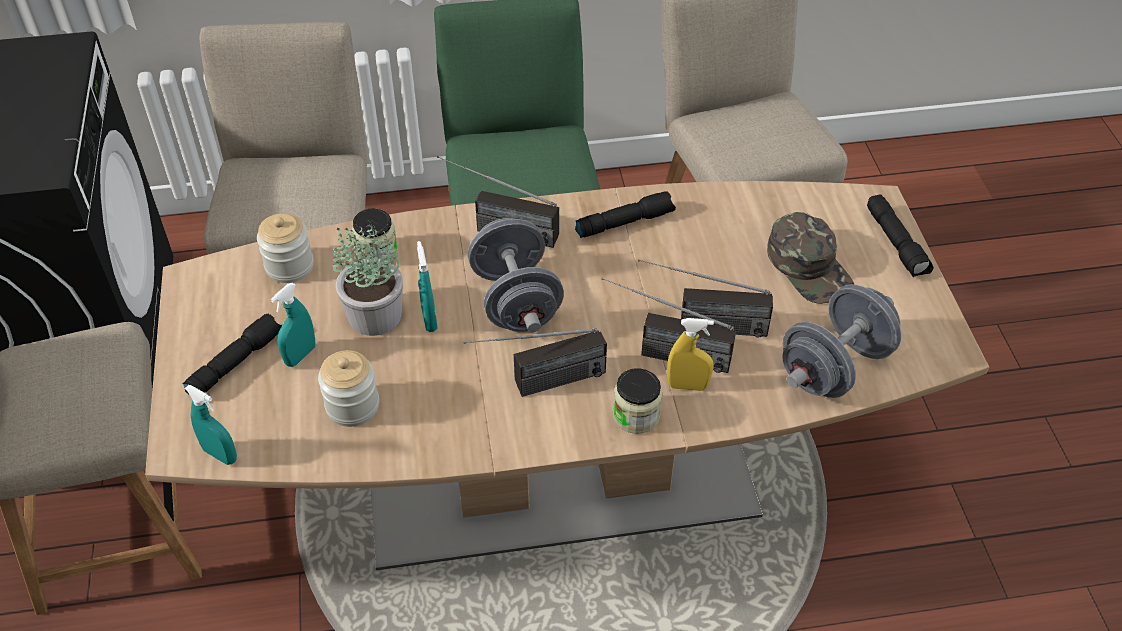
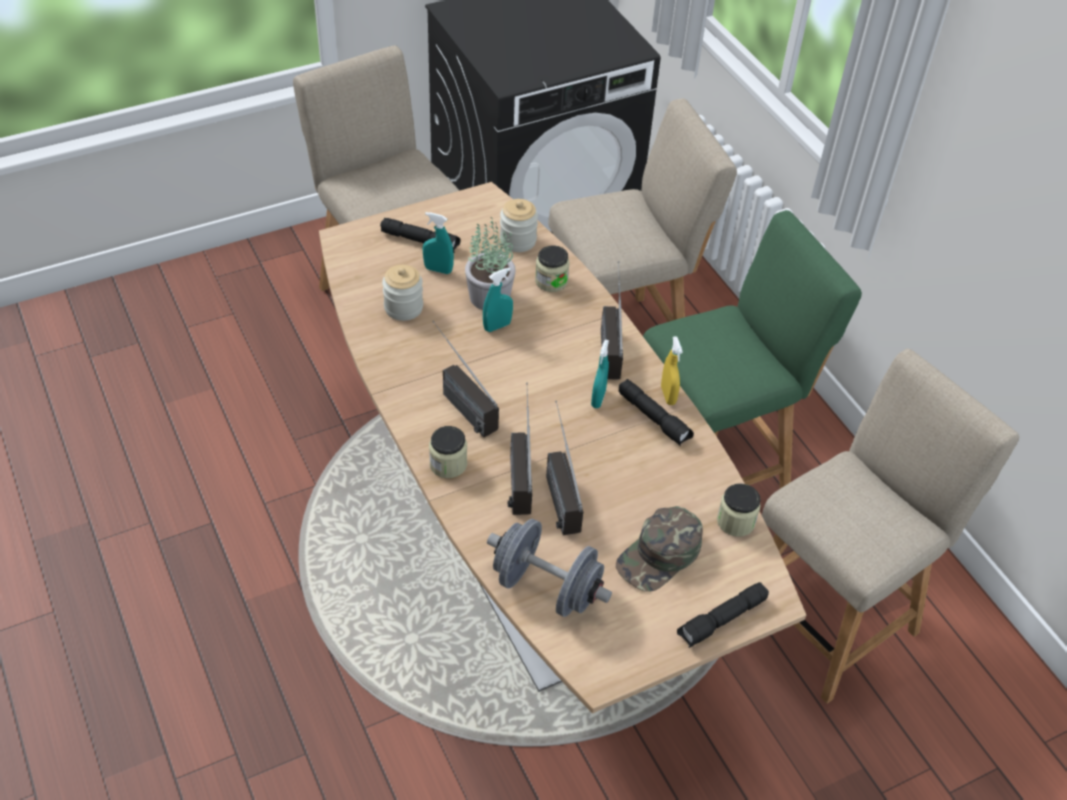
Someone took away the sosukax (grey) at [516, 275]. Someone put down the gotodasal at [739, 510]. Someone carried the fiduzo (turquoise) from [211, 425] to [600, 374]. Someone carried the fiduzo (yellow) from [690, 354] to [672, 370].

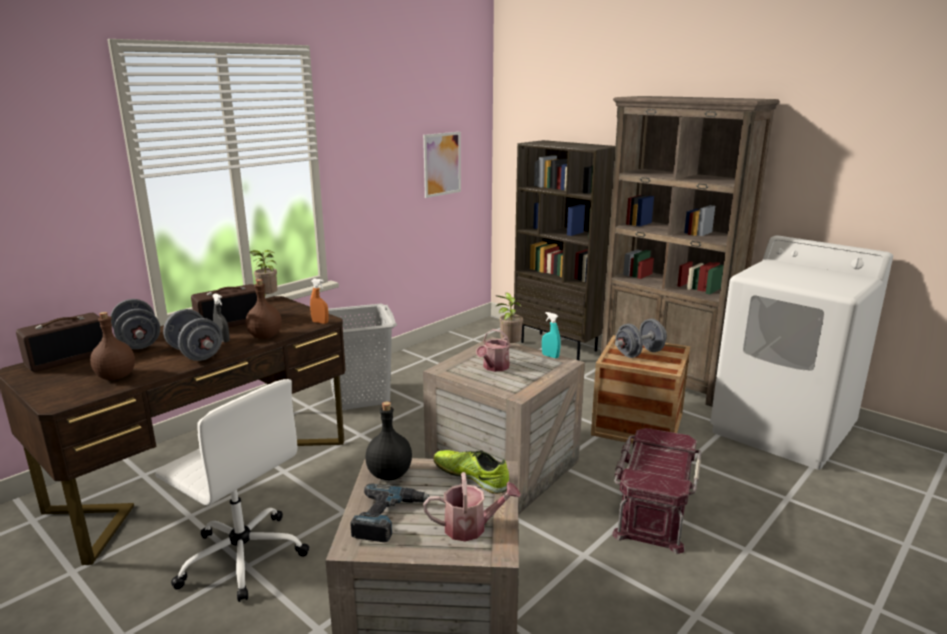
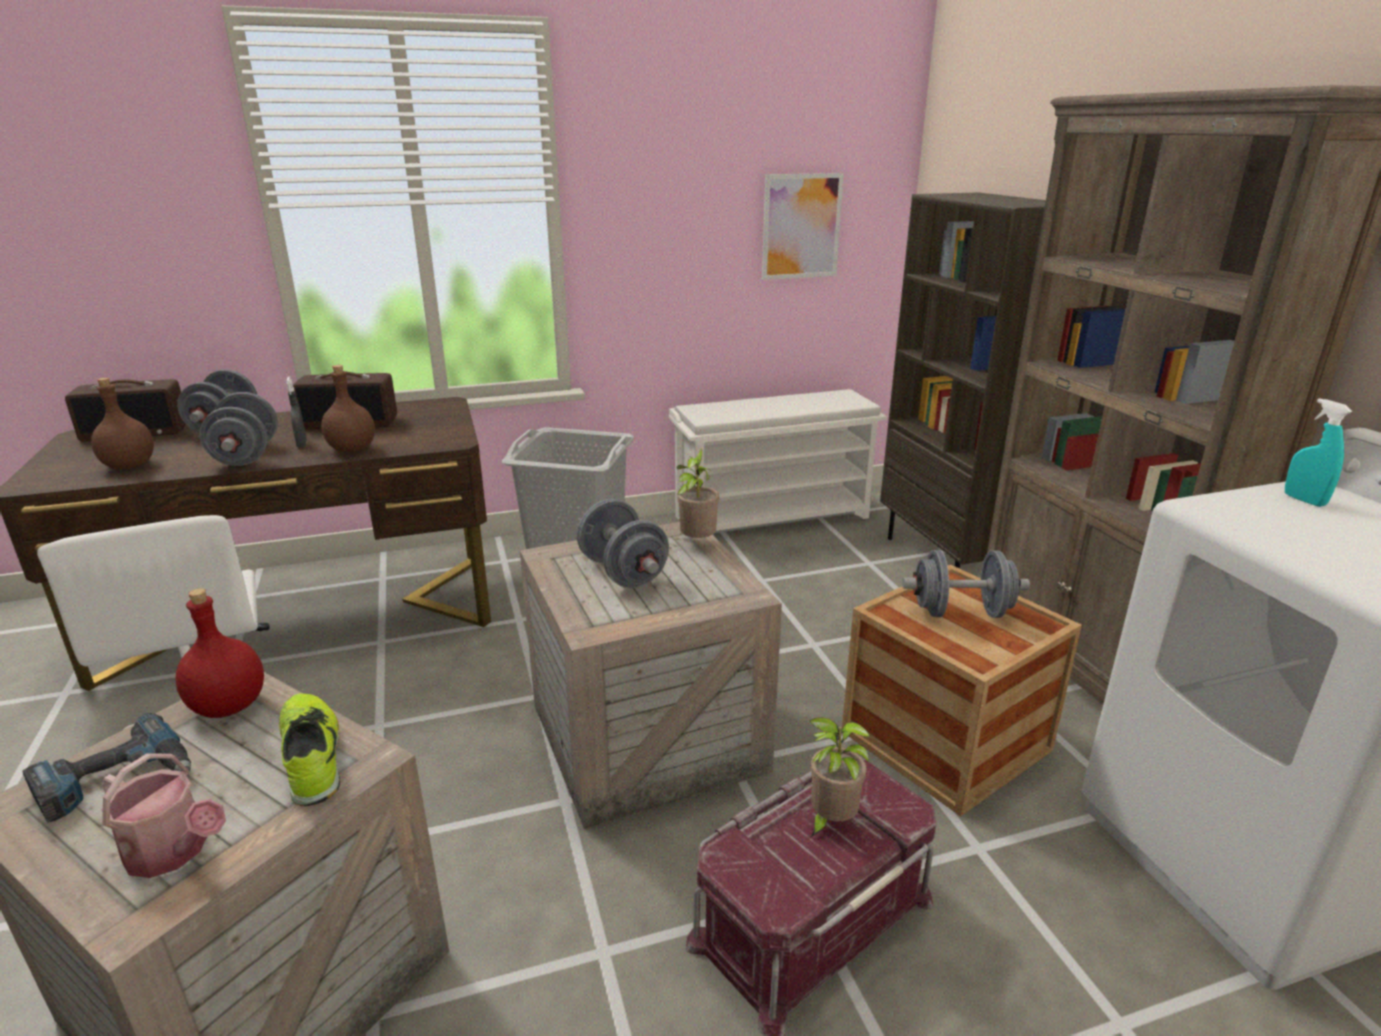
Someone took away the fiduzo (orange) at [319, 301]. Someone put down the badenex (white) at [777, 460]. Someone carried the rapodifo from [263, 272] to [839, 777]. Someone carried the fiduzo (turquoise) from [551, 335] to [1319, 452]. Someone swapped the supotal at [493, 350] for the sosukax (grey) at [623, 543]. Someone repainted the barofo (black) at [388, 441], which became the barofo (red) at [220, 653].

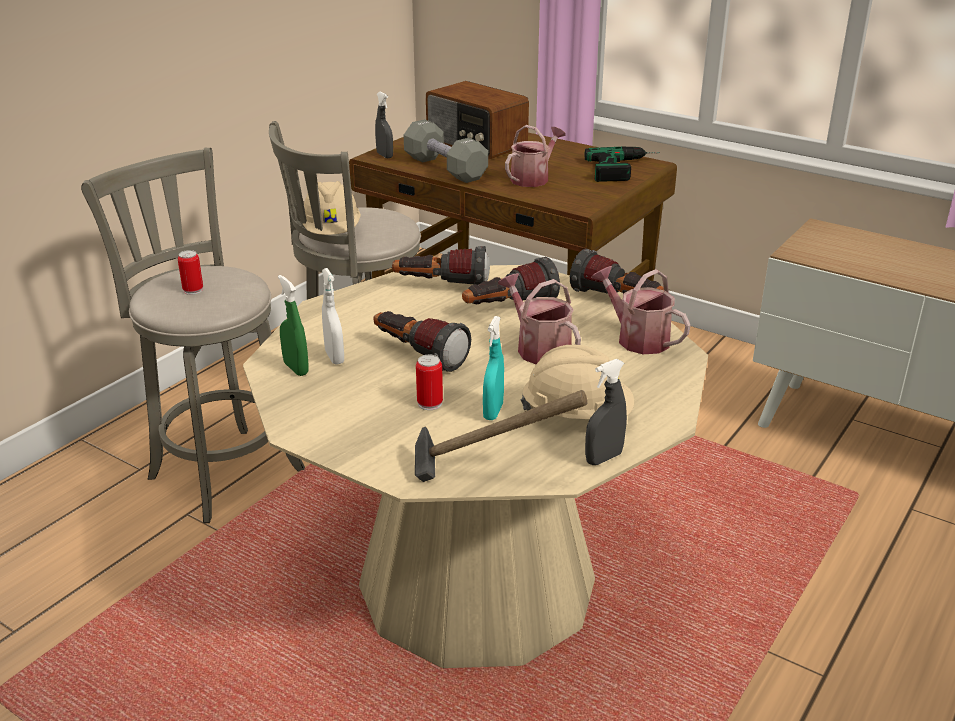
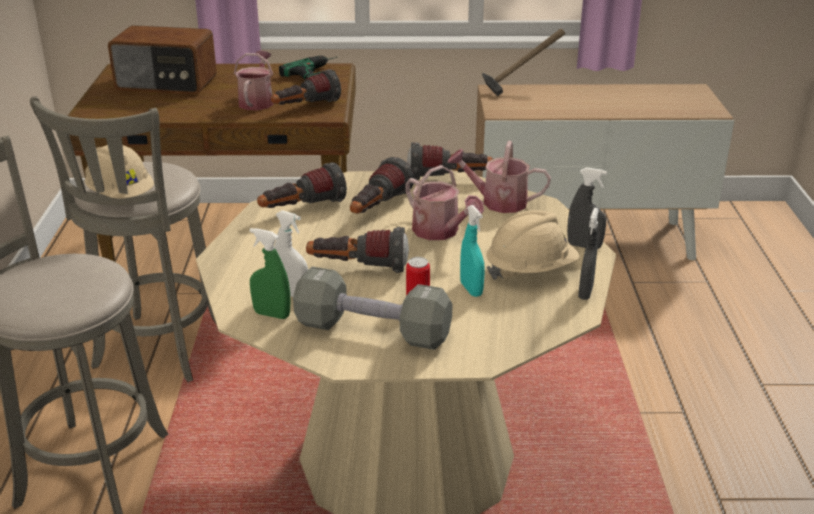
Someone took away the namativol at [190, 272]. Someone put down the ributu at [306, 87]. Someone carried the fiduzo (grey) from [384, 125] to [587, 208]. Someone carried the sosukax (grey) from [446, 151] to [372, 308]. Someone carried the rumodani from [501, 436] to [523, 62]. Someone rotated the supotal at [539, 318] by 150 degrees counterclockwise.

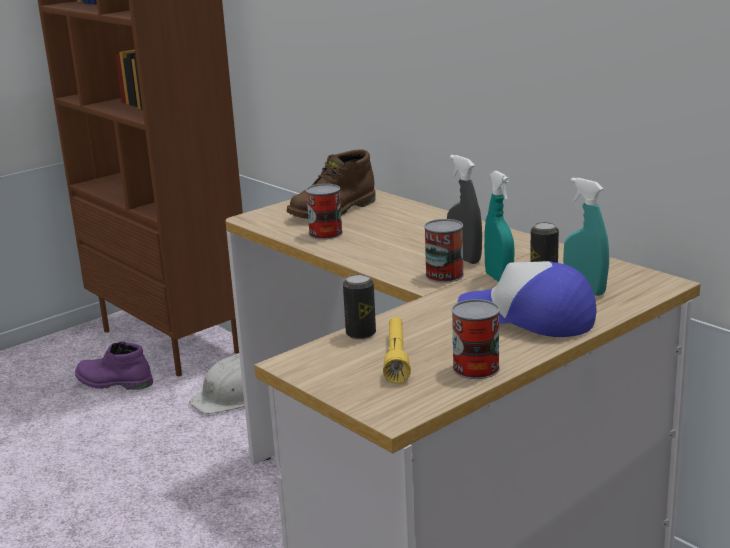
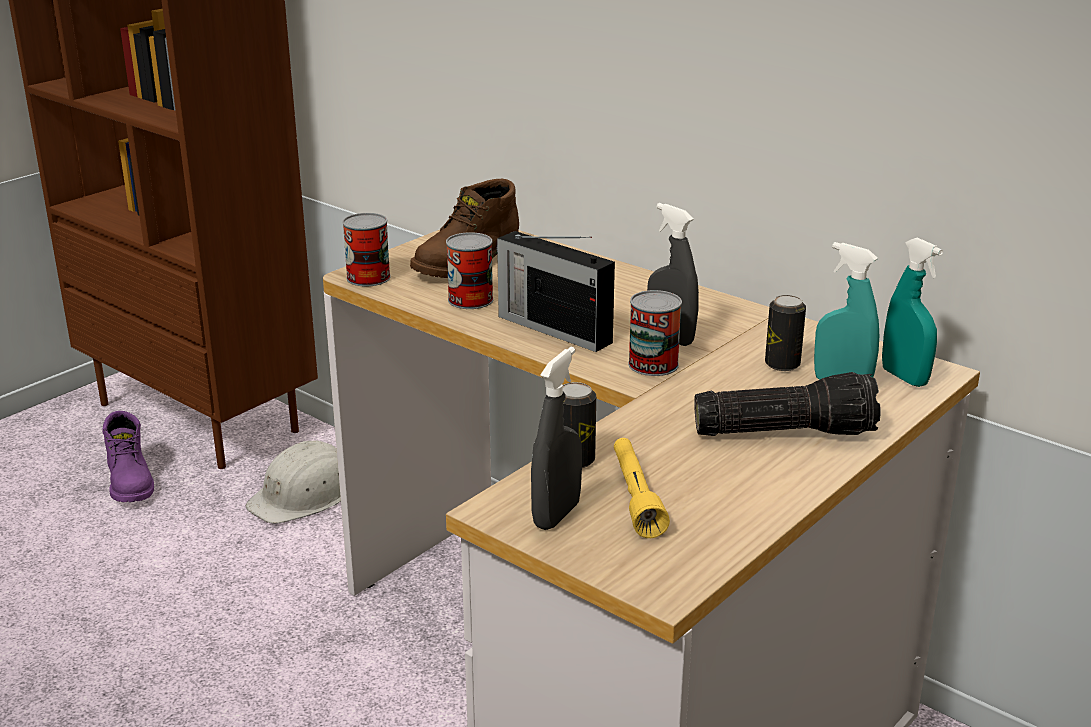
Someone put down the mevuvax at [555, 291]. Someone put down the fiduzo (grey) at [556, 438]. Someone carried the namativol from [476, 339] to [366, 250]. Someone carried the fiduzo (turquoise) from [499, 226] to [912, 312]. Someone swapped the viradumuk at [527, 299] for the ributu at [787, 404]. Someone rotated the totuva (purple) at [114, 365] by 120 degrees counterclockwise.

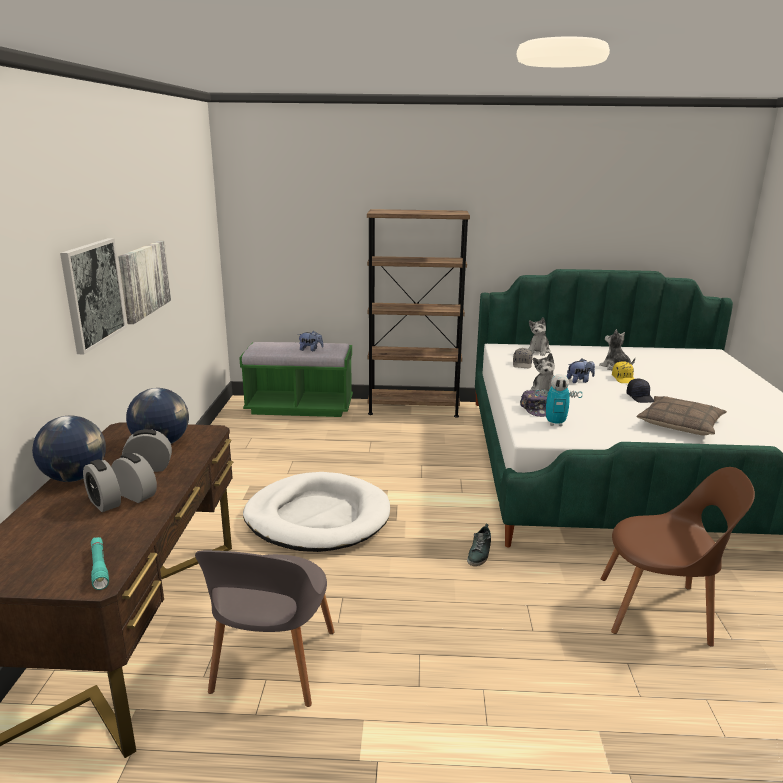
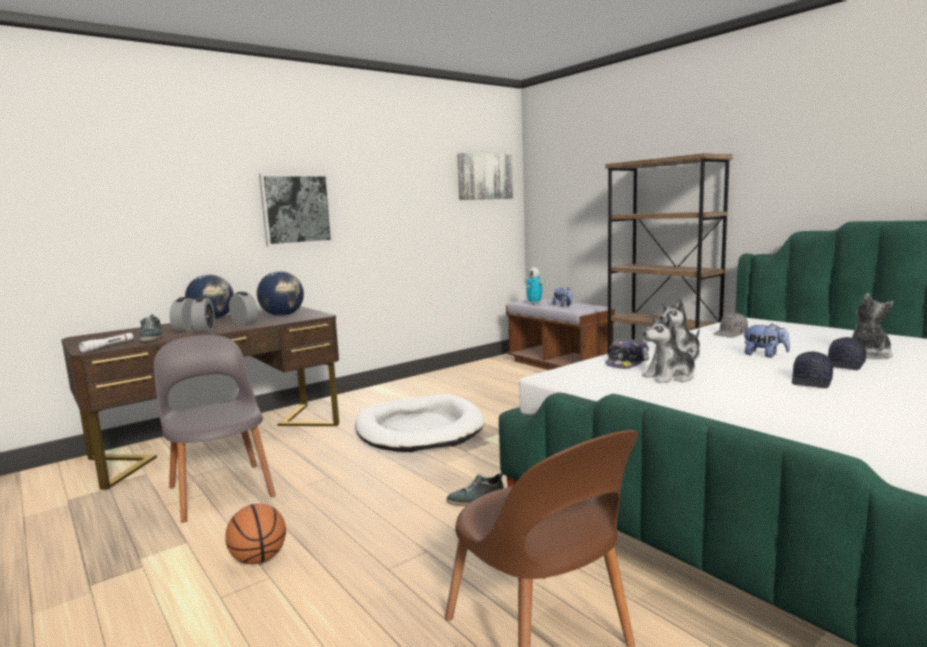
Someone took away the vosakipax at [682, 416]. Someone put down the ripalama at [151, 328]. Someone put down the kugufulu at [255, 533]. Someone carried the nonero from [144, 282] to [485, 176]. Someone carried the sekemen from [539, 336] to [671, 348]. Someone carried the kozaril from [558, 400] to [534, 285]. Someone repainted the ributu (turquoise) at [100, 563], which became the ributu (white) at [106, 342]. Someone repainted the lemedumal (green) at [296, 379], which became the lemedumal (brown) at [560, 334]. Someone repainted the viradumuk (yellow) at [623, 372], which became the viradumuk (black) at [847, 353]. Someone rotated the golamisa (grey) at [264, 628] by 90 degrees clockwise.

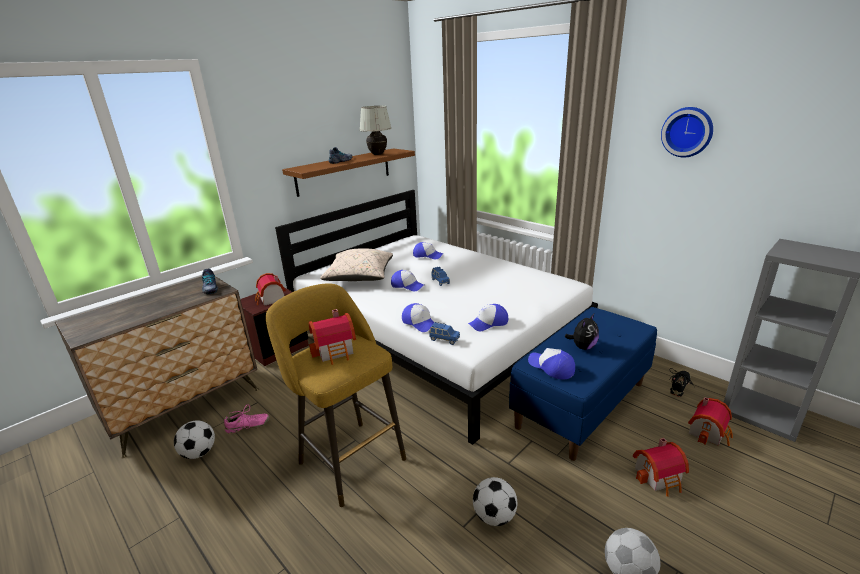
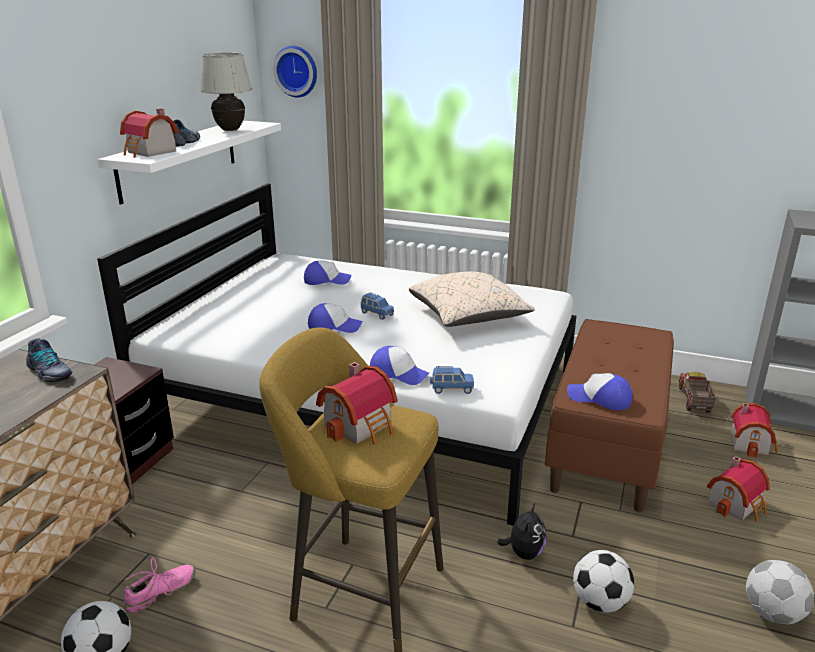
Someone took away the viradumuk at [488, 317]. Someone carried the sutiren from [270, 289] to [149, 133]. Someone carried the vosakipax (beige) from [356, 265] to [472, 299]. Someone carried the sekemen from [582, 332] to [521, 531]. Someone carried the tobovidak from [687, 132] to [295, 72]. Someone swapped the ripalama (black) at [681, 382] for the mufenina at [697, 392]. Someone repainted the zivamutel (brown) at [348, 172], which became the zivamutel (white) at [189, 163]. Someone repainted the lemedumal (blue) at [583, 384], which became the lemedumal (brown) at [609, 415].

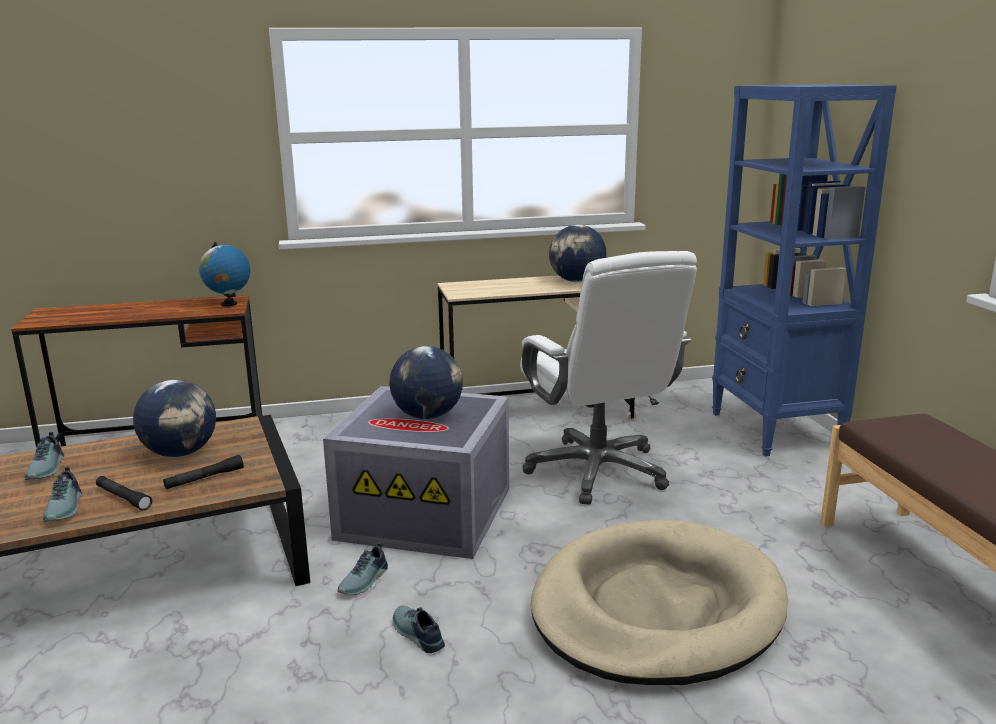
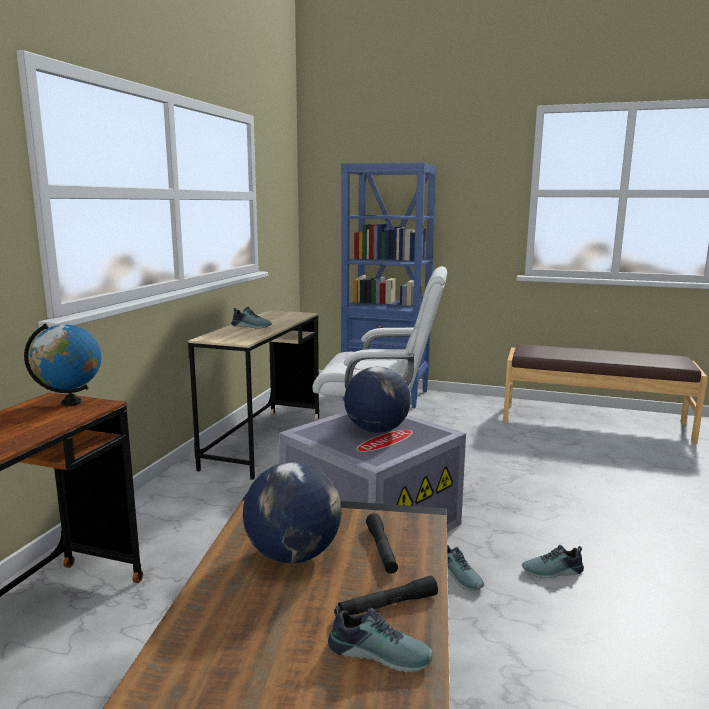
Someone took away the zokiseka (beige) at [659, 602]. Someone took away the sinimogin at [577, 253]. Someone carried the ripalama from [44, 456] to [251, 318].

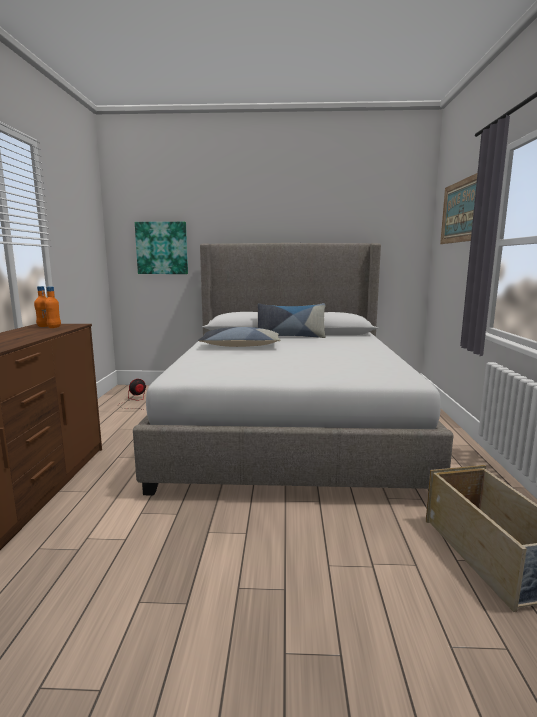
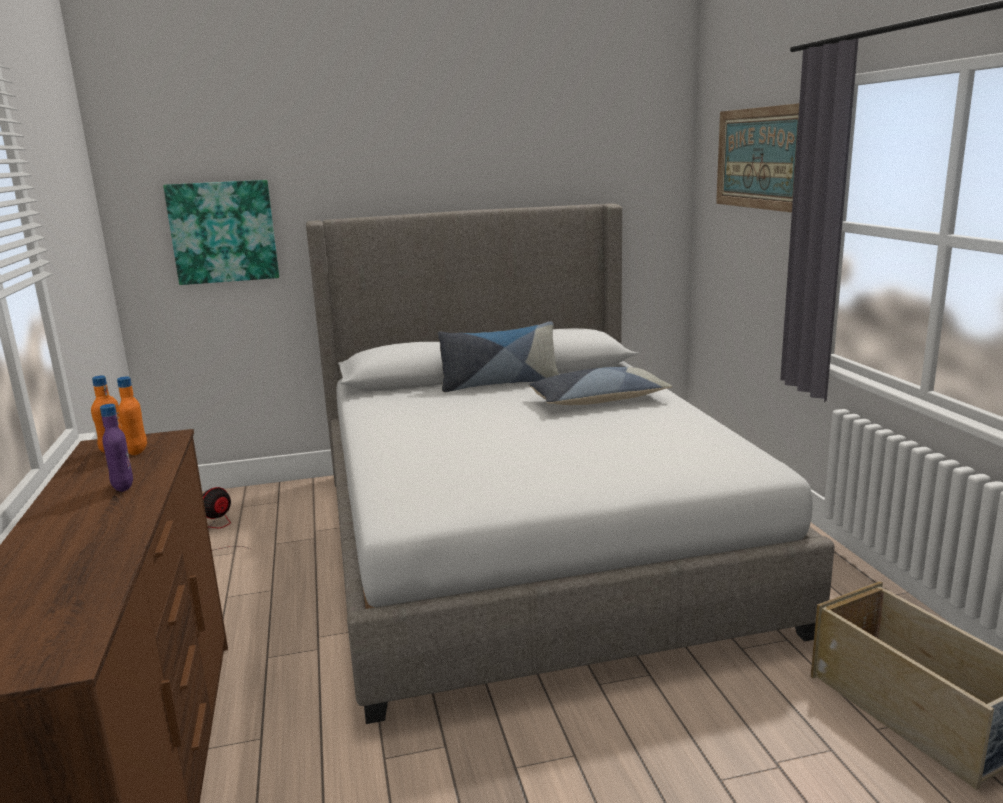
Someone put down the barofo (purple) at [116, 448]. Someone carried the vosakipax from [239, 337] to [600, 386].

